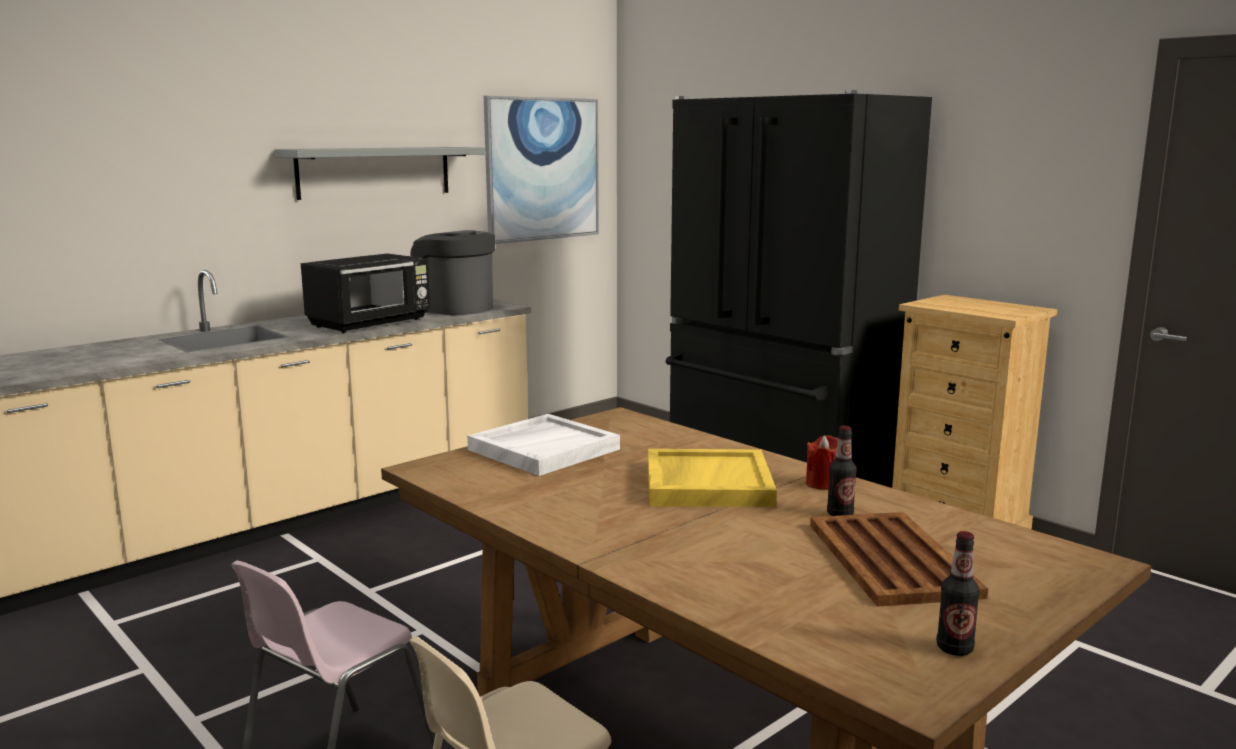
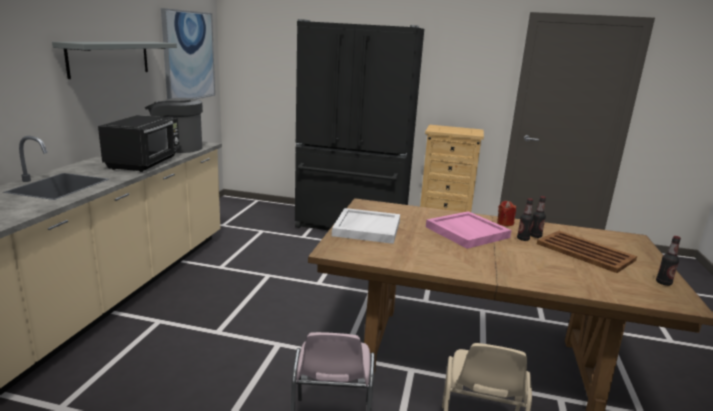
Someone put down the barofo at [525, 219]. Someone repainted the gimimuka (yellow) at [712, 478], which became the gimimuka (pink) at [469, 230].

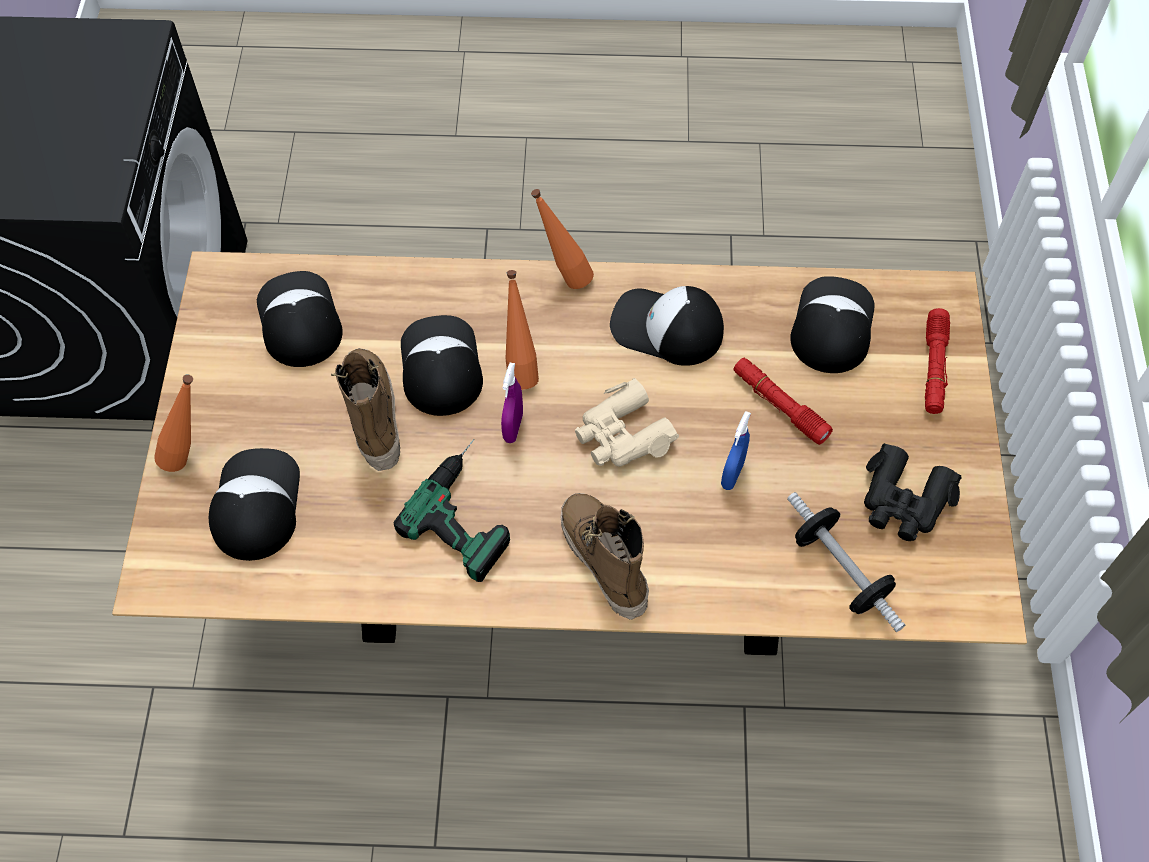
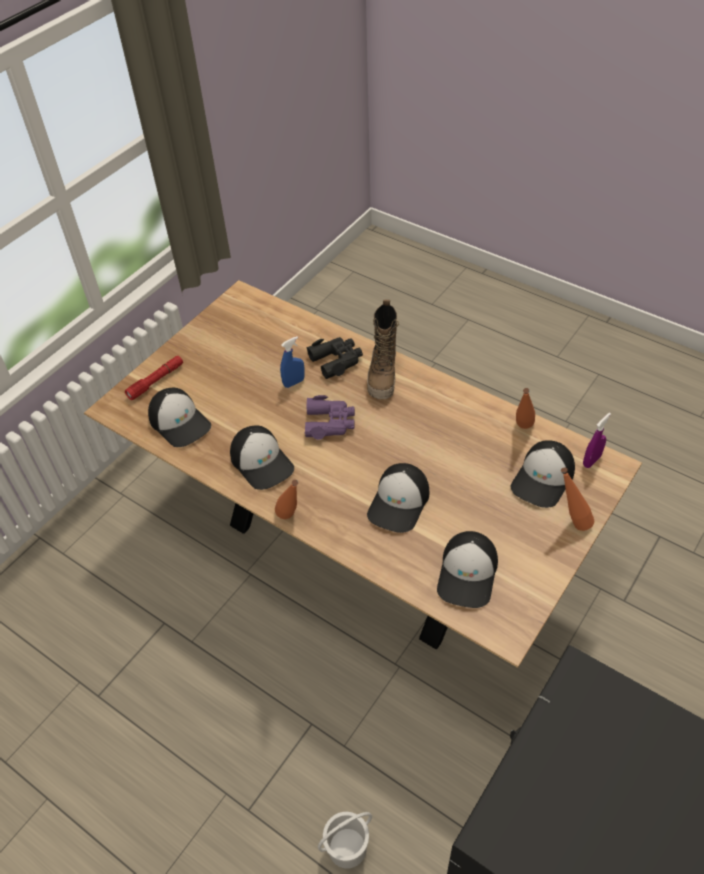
Someone took away the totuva at [365, 409]. Someone took away the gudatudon at [452, 510]. Someone took away the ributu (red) at [783, 401]. Someone took away the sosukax at [846, 562]. Someone put down the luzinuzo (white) at [345, 840]. Someone carried the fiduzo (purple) from [512, 403] to [597, 440]. Someone carried the barofo (orange) from [522, 330] to [525, 408]. Someone carried the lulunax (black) from [913, 492] to [335, 358]. Someone repainted the lulunax (beige) at [627, 422], which became the lulunax (purple) at [330, 417]. Someone rotated the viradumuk at [832, 324] by 90 degrees counterclockwise.

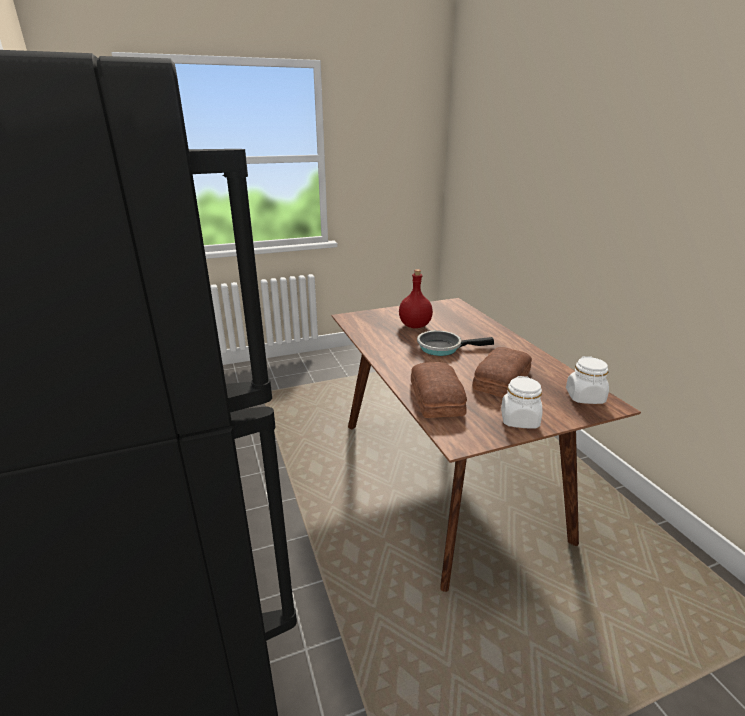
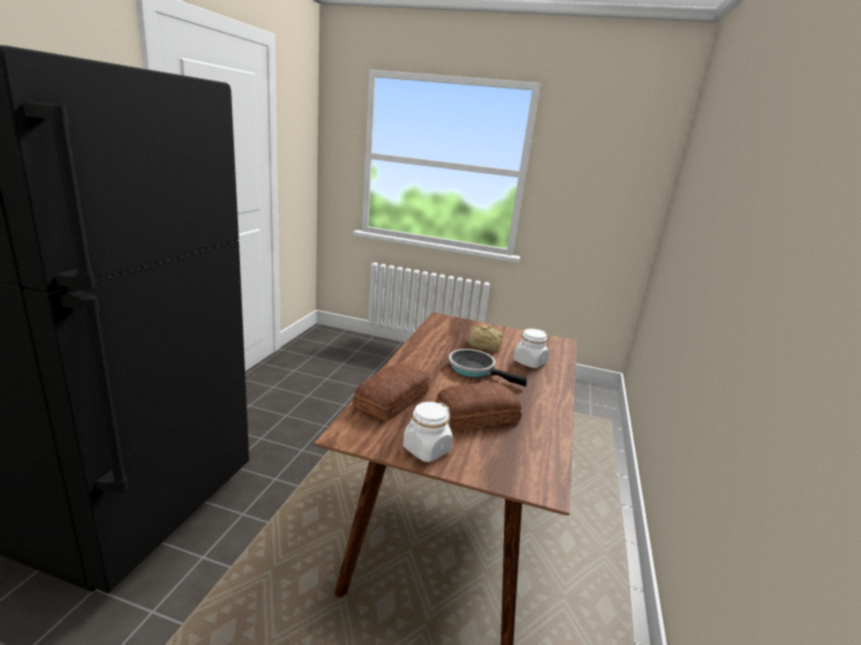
Someone carried the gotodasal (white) from [587, 380] to [531, 348]. Someone swapped the barofo (red) at [416, 298] for the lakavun at [485, 337].

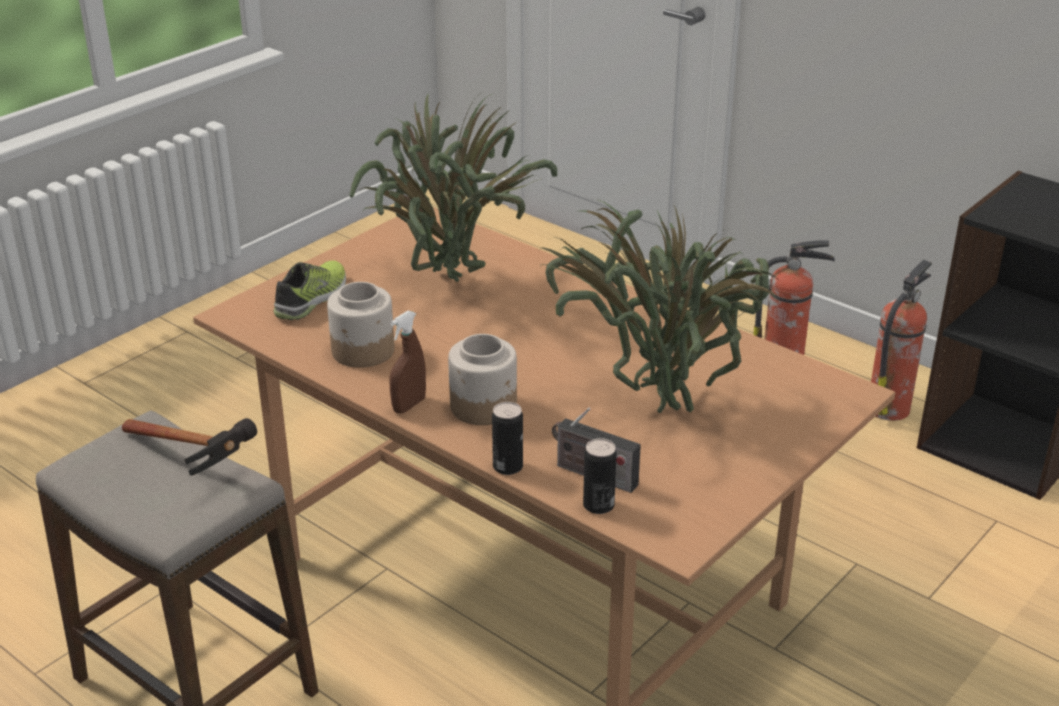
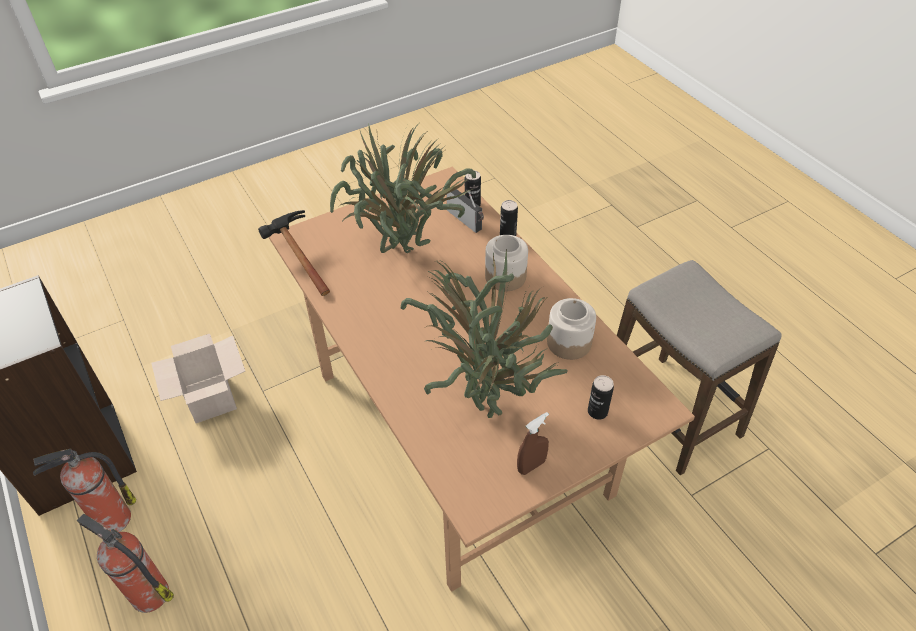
Someone put down the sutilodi at [198, 378]. Someone carried the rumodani from [189, 447] to [294, 253]. Someone carried the fiduzo (brown) from [407, 362] to [533, 443]. Someone swapped the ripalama at [310, 290] for the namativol at [601, 397].

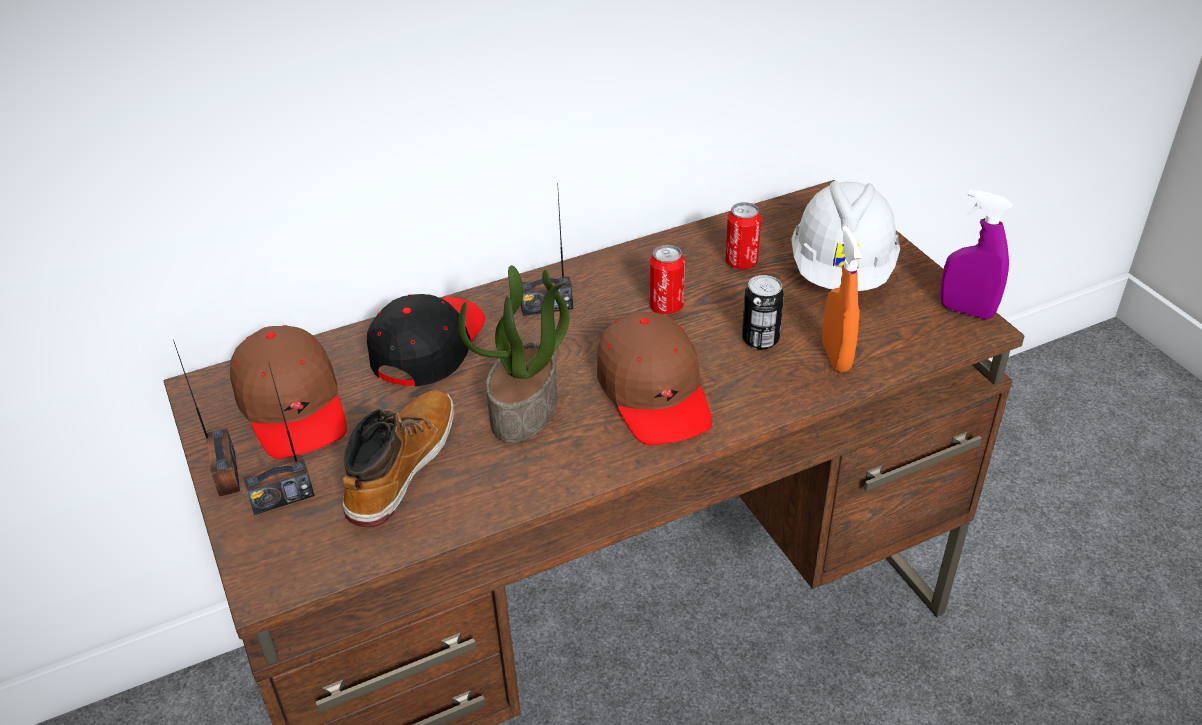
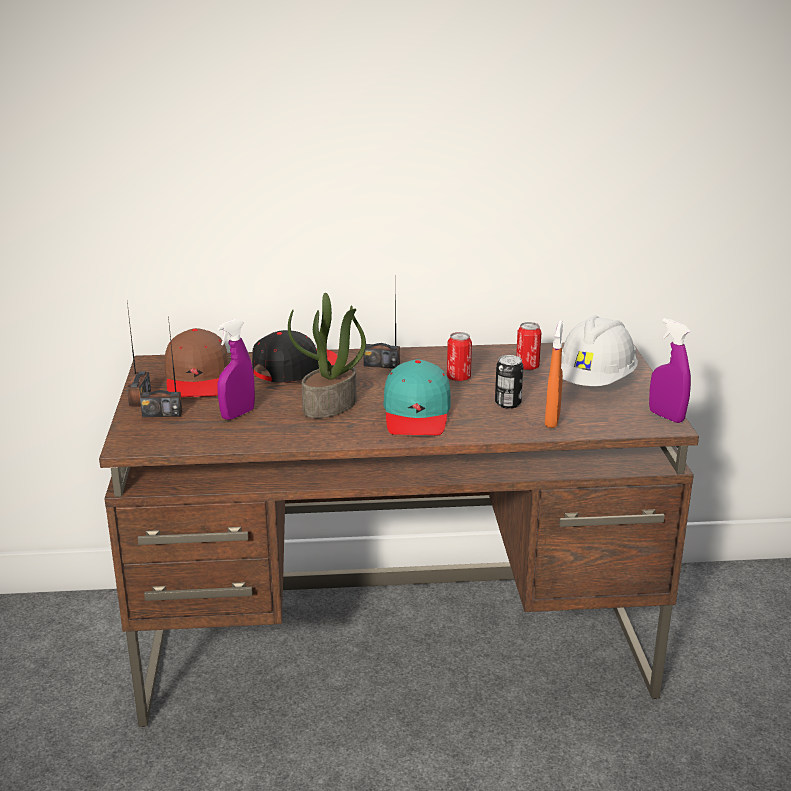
Someone swapped the totuva at [398, 459] for the fiduzo (purple) at [236, 369]. Someone repainted the viradumuk (brown) at [654, 378], which became the viradumuk (turquoise) at [417, 397].

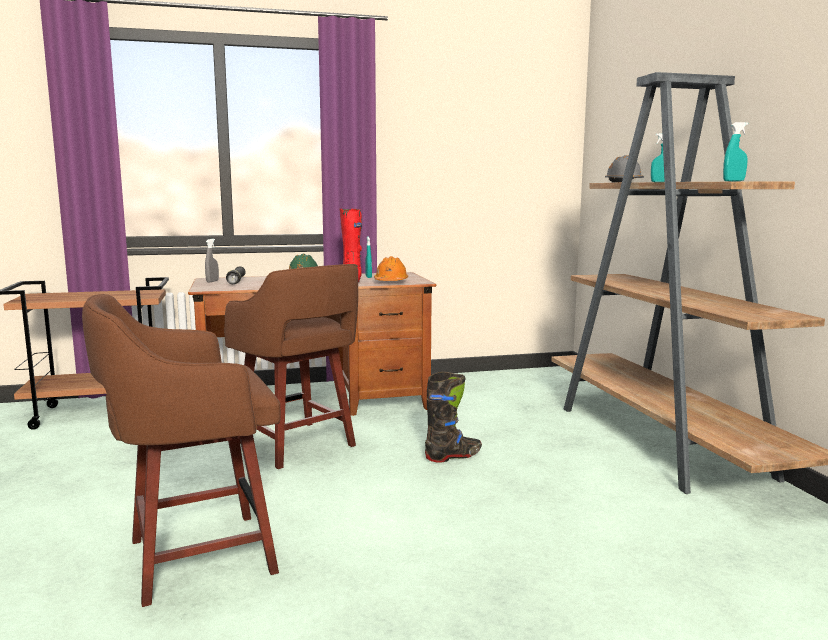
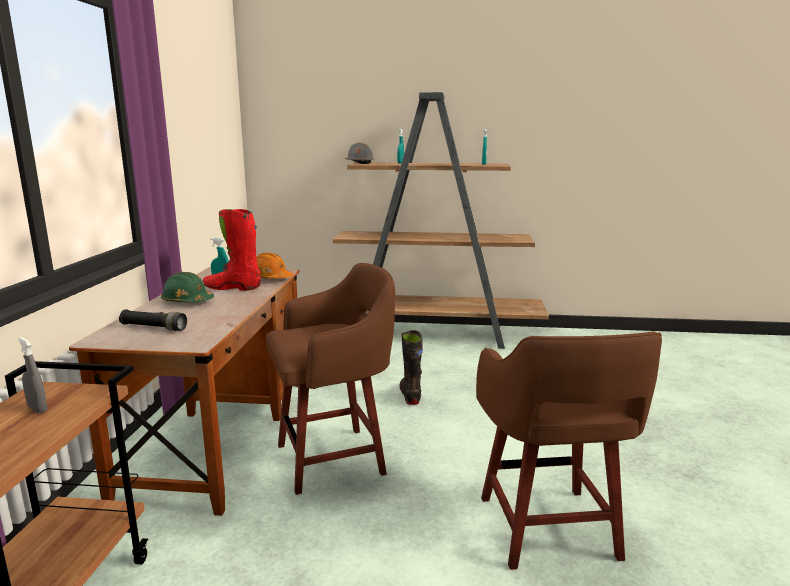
Someone carried the fiduzo (grey) from [212, 260] to [32, 375].

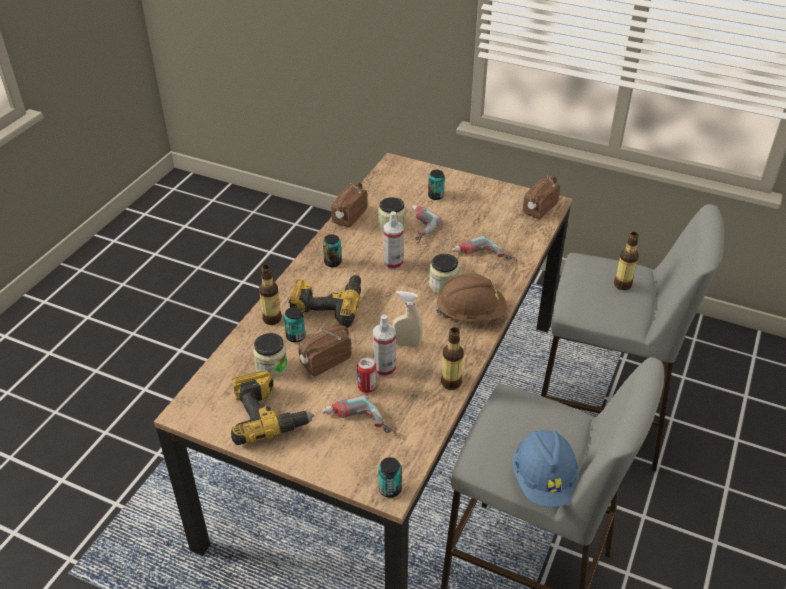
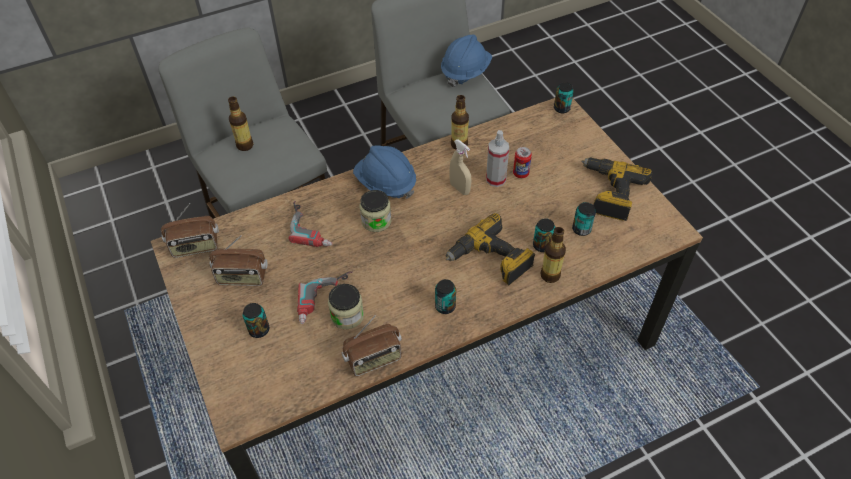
Someone took away the gudatudon at [359, 415]. Someone took away the fiduzo at [393, 240]. Someone carried the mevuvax from [325, 350] to [238, 260]. Someone swapped the gotodasal at [270, 355] for the namativol at [584, 219]. Someone repainted the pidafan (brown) at [471, 297], which became the pidafan (blue) at [384, 172].

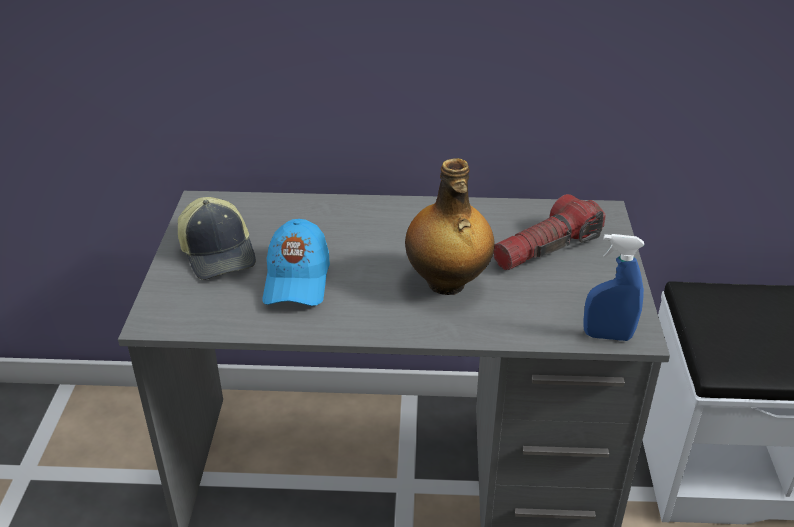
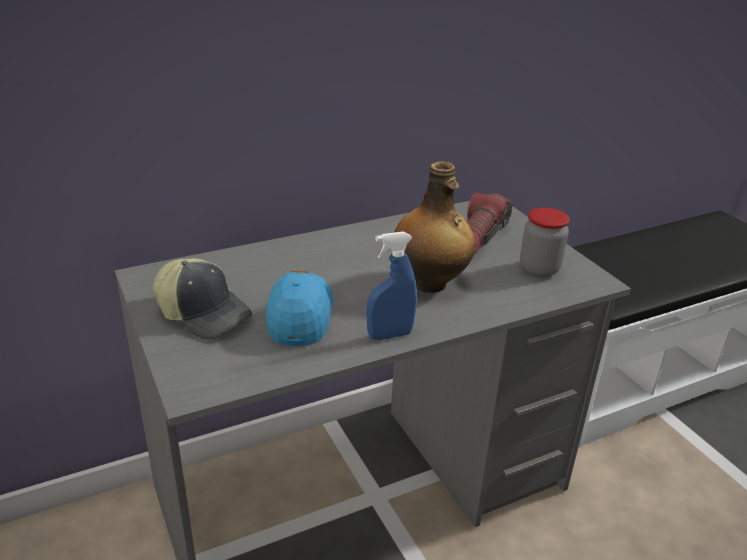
Someone put down the gotodasal at [545, 242]. Someone carried the fiduzo (blue) from [613, 287] to [391, 285]. Someone rotated the viradumuk (blue) at [296, 262] by 150 degrees counterclockwise.

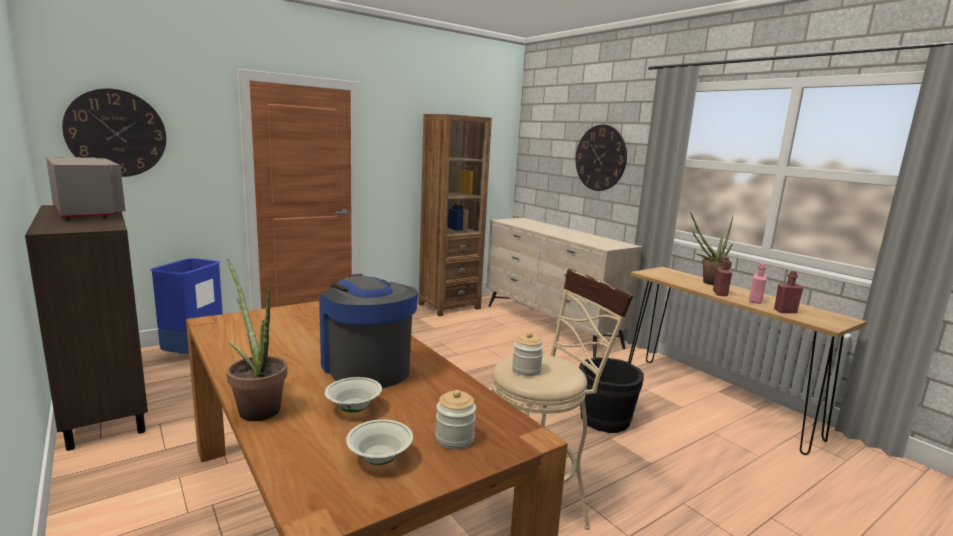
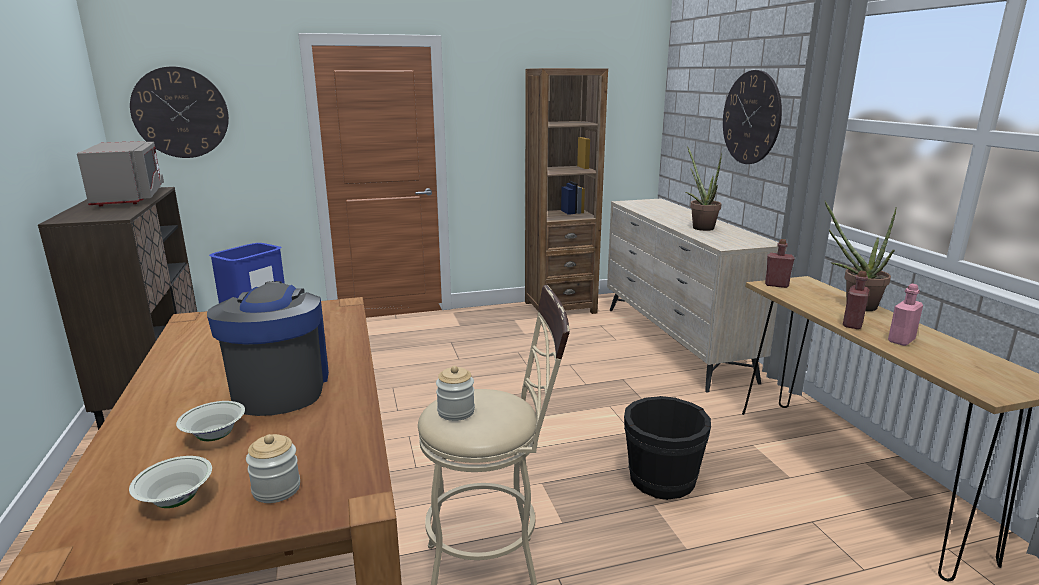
Someone carried the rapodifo from [257, 340] to [704, 188]. Someone carried the barofo (red) from [788, 292] to [780, 263].

